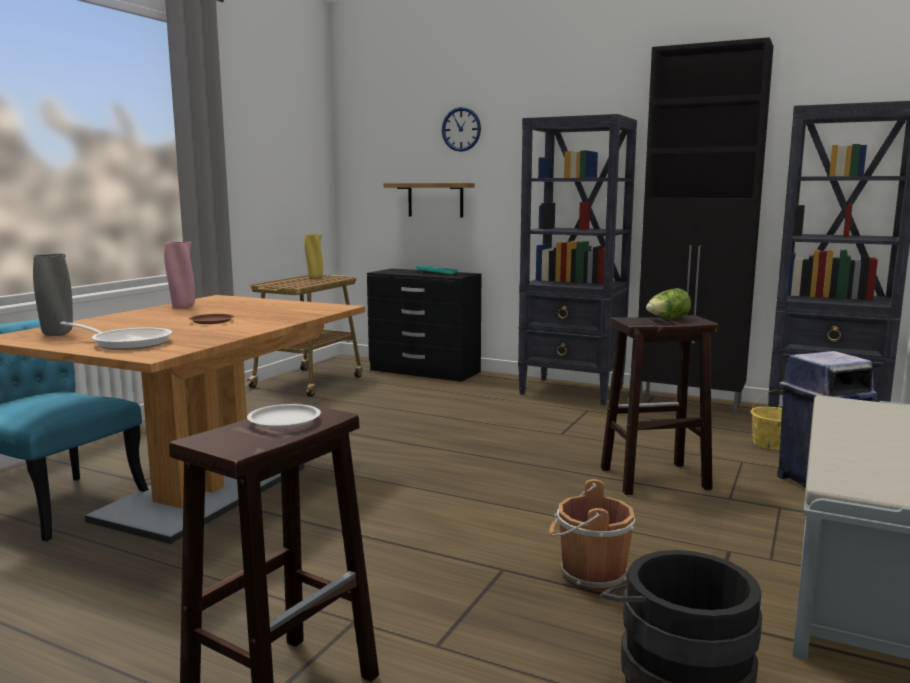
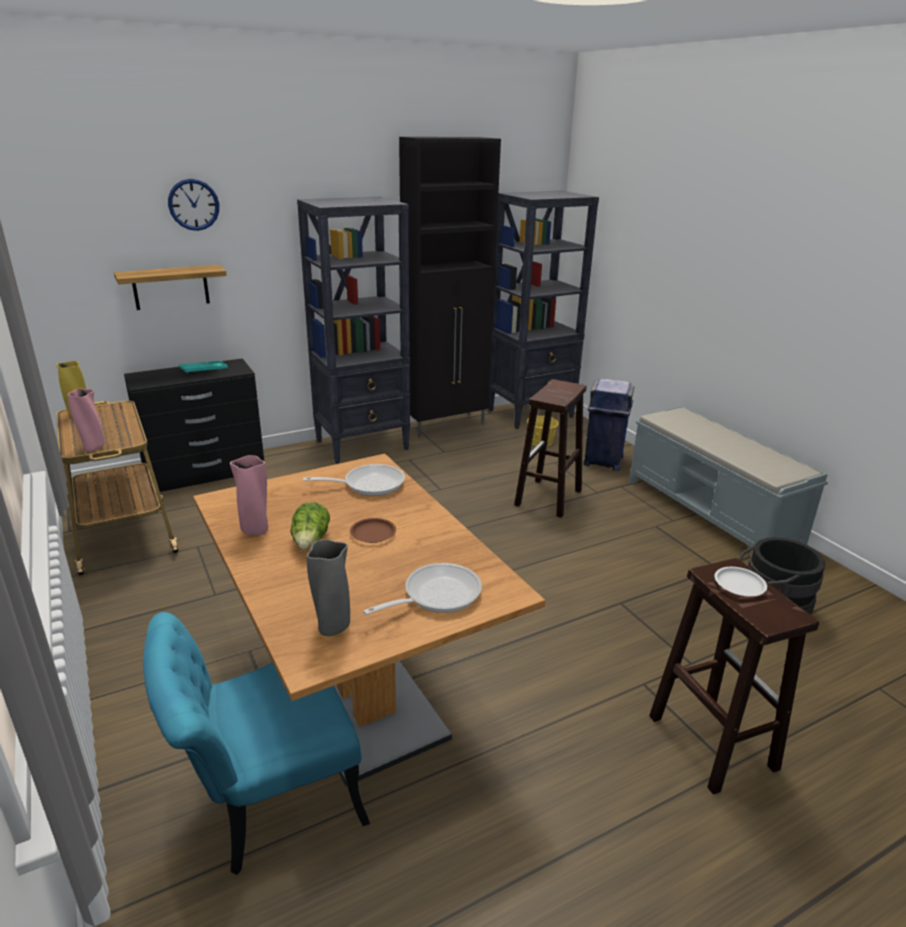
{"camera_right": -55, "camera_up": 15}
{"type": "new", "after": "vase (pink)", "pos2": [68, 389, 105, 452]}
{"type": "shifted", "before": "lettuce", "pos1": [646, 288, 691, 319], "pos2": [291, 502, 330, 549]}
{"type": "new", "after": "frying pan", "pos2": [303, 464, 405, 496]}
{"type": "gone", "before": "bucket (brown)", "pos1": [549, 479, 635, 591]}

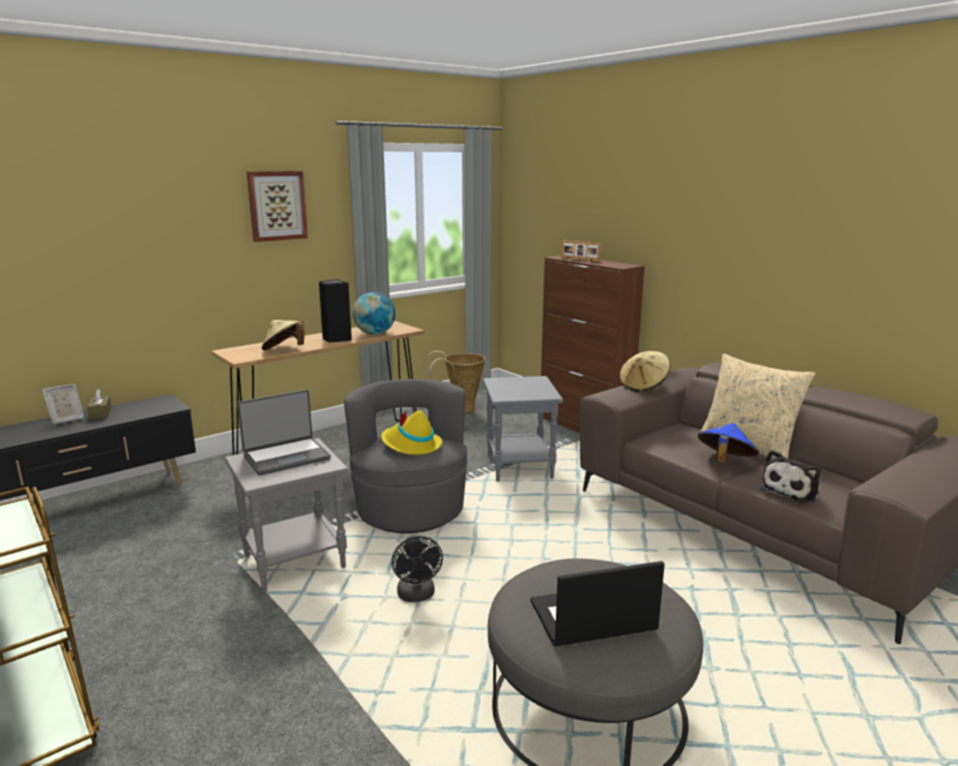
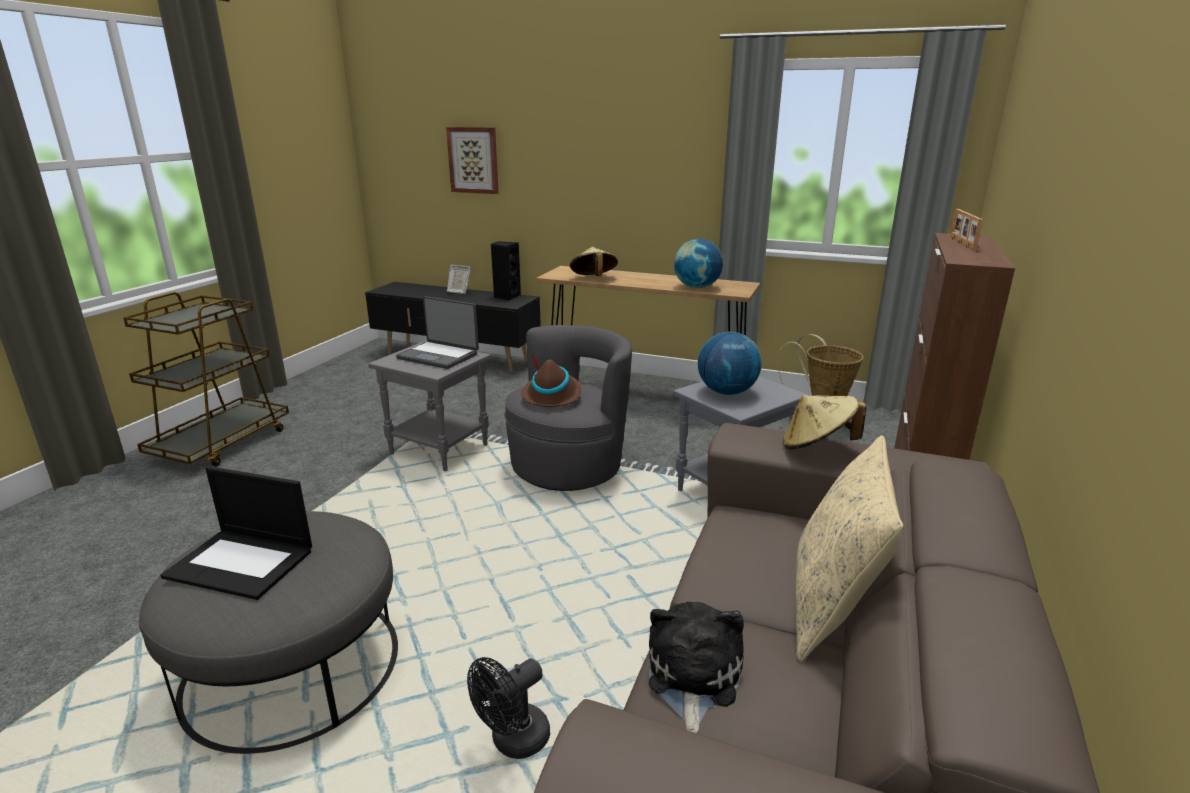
{"camera_right": 60, "camera_up": 5}
{"type": "rotated", "before": "laptop", "pos1": [531, 561, 665, 647], "pos2": [160, 466, 312, 600], "turn": 150}
{"type": "shifted", "before": "picture", "pos1": [247, 171, 308, 242], "pos2": [446, 127, 499, 194]}
{"type": "shifted", "before": "fan (black)", "pos1": [392, 536, 443, 602], "pos2": [467, 657, 550, 759]}
{"type": "shifted", "before": "speaker (black)", "pos1": [319, 279, 352, 343], "pos2": [491, 242, 521, 301]}
{"type": "repainted", "before": "hat (yellow)", "after": "hat (brown)", "pos1": [381, 410, 442, 455], "pos2": [521, 353, 581, 407]}
{"type": "rotated", "before": "plush toy", "pos1": [760, 450, 821, 503], "pos2": [649, 602, 744, 733], "turn": 90}
{"type": "new", "after": "globe", "pos2": [698, 332, 762, 395]}
{"type": "gone", "before": "tissue box (brown)", "pos1": [87, 389, 112, 420]}
{"type": "gone", "before": "hat (blue)", "pos1": [698, 423, 759, 463]}

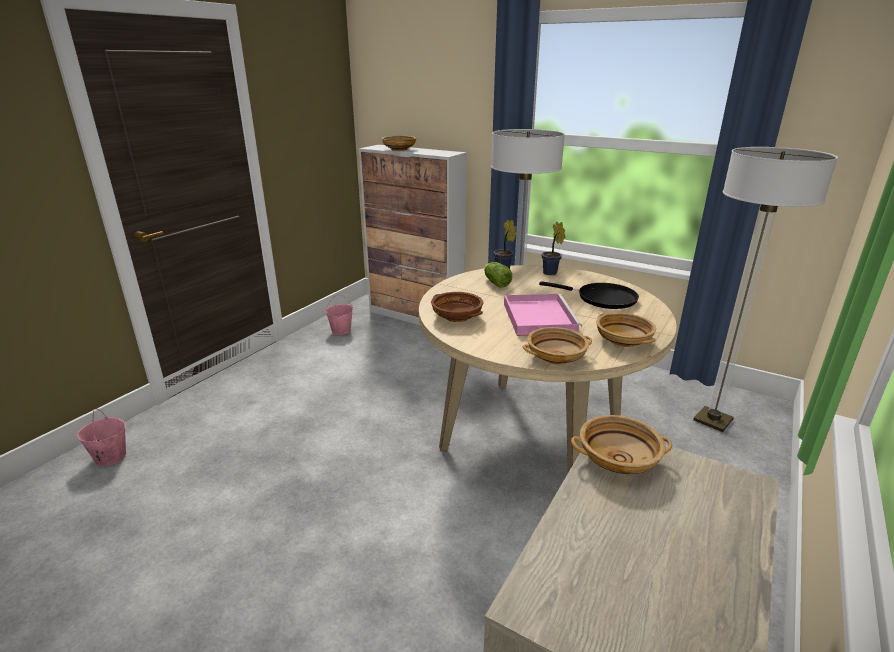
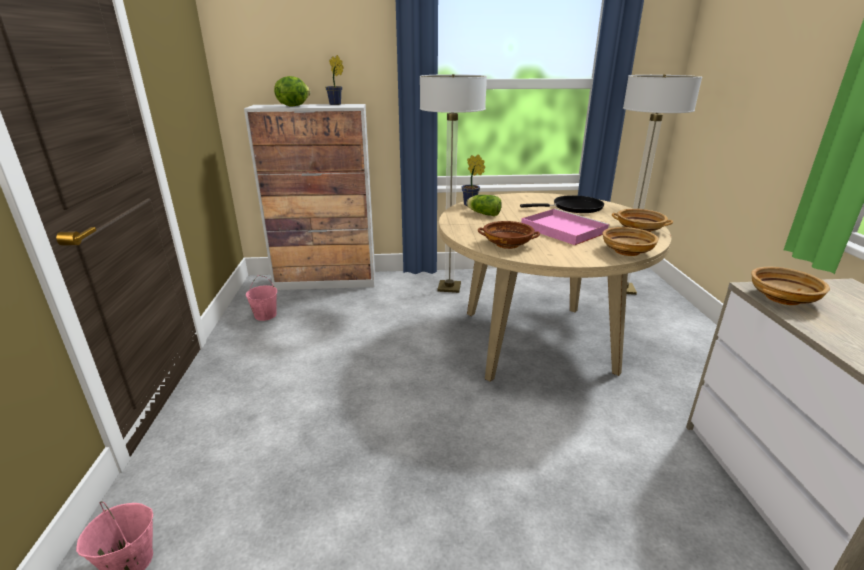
{"camera_right": -35, "camera_up": 0}
{"type": "swapped", "before": "bowl (beige)", "after": "lettuce", "pos1": [382, 136, 416, 151], "pos2": [274, 76, 311, 107]}
{"type": "shifted", "before": "potted plant", "pos1": [542, 221, 566, 275], "pos2": [325, 55, 344, 105]}

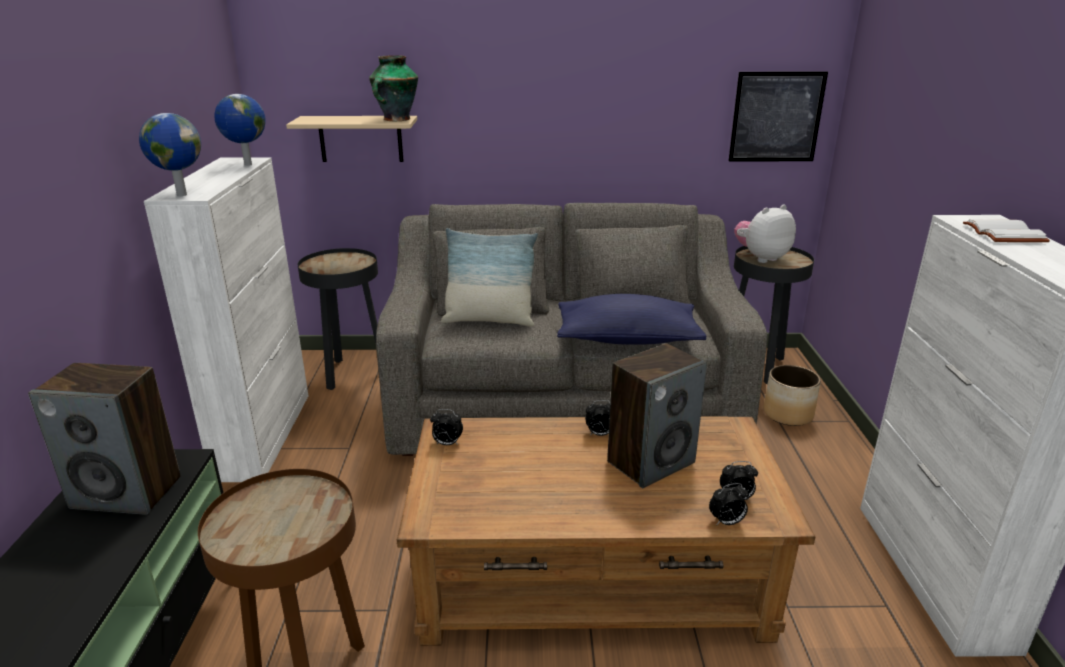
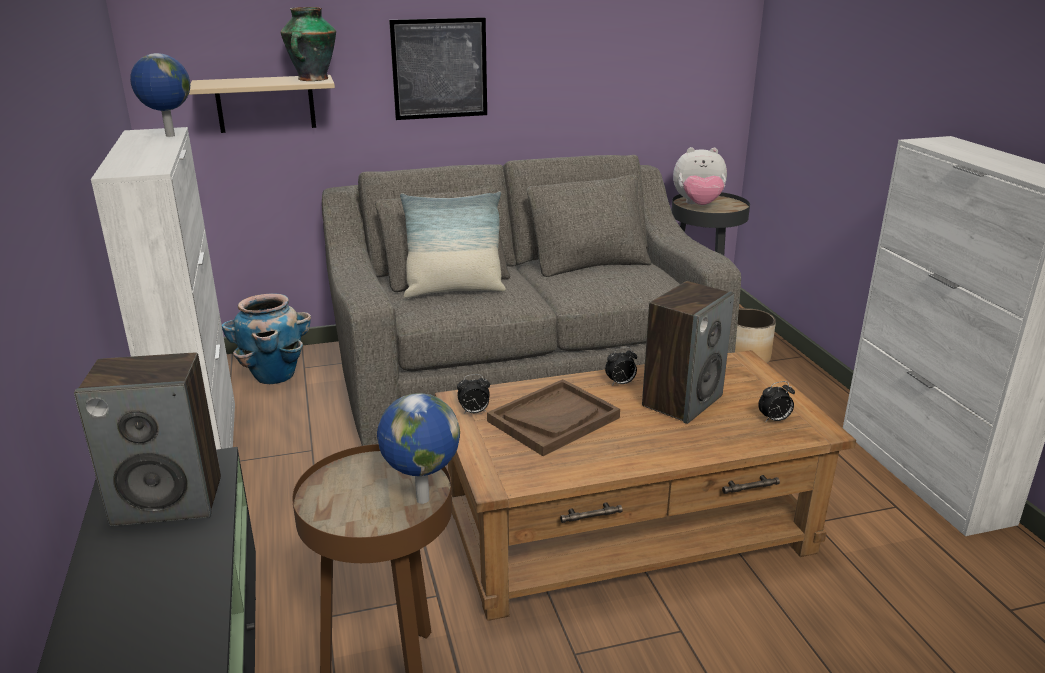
{"camera_right": -15, "camera_up": 0}
{"type": "swapped", "before": "side table (black)", "after": "planter", "pos1": [298, 248, 378, 390], "pos2": [222, 293, 311, 384]}
{"type": "shifted", "before": "globe", "pos1": [139, 113, 201, 196], "pos2": [377, 393, 460, 504]}
{"type": "shifted", "before": "picture", "pos1": [729, 72, 828, 161], "pos2": [389, 17, 487, 120]}
{"type": "new", "after": "tray (brown)", "pos2": [487, 379, 620, 456]}
{"type": "rotated", "before": "plush toy", "pos1": [734, 205, 796, 263], "pos2": [673, 147, 727, 205], "turn": -135}
{"type": "gone", "before": "pillow (blue)", "pos1": [557, 294, 706, 345]}
{"type": "gone", "before": "alarm clock", "pos1": [709, 483, 749, 525]}
{"type": "gone", "before": "book (white)", "pos1": [963, 220, 1050, 242]}

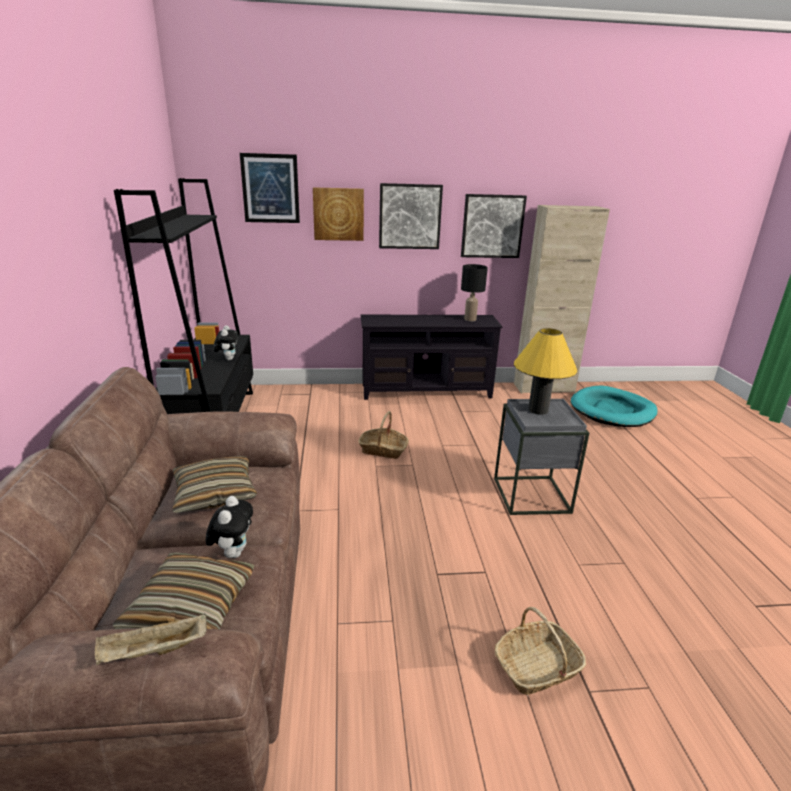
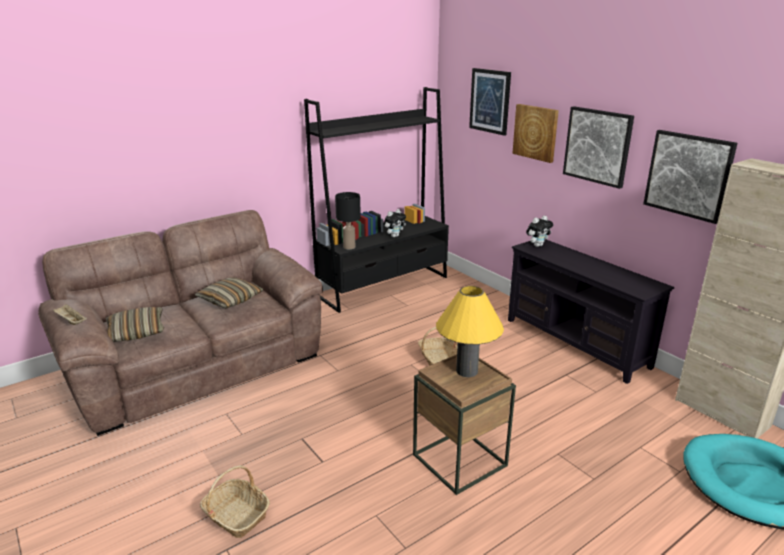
{"camera_right": 60, "camera_up": 0}
{"type": "shifted", "before": "table lamp (black)", "pos1": [461, 264, 488, 321], "pos2": [335, 192, 361, 249]}
{"type": "repainted", "before": "side table (grey)", "after": "side table (brown)", "pos1": [494, 399, 589, 515], "pos2": [413, 355, 516, 495]}
{"type": "shifted", "before": "plush toy", "pos1": [206, 496, 253, 558], "pos2": [526, 216, 553, 247]}

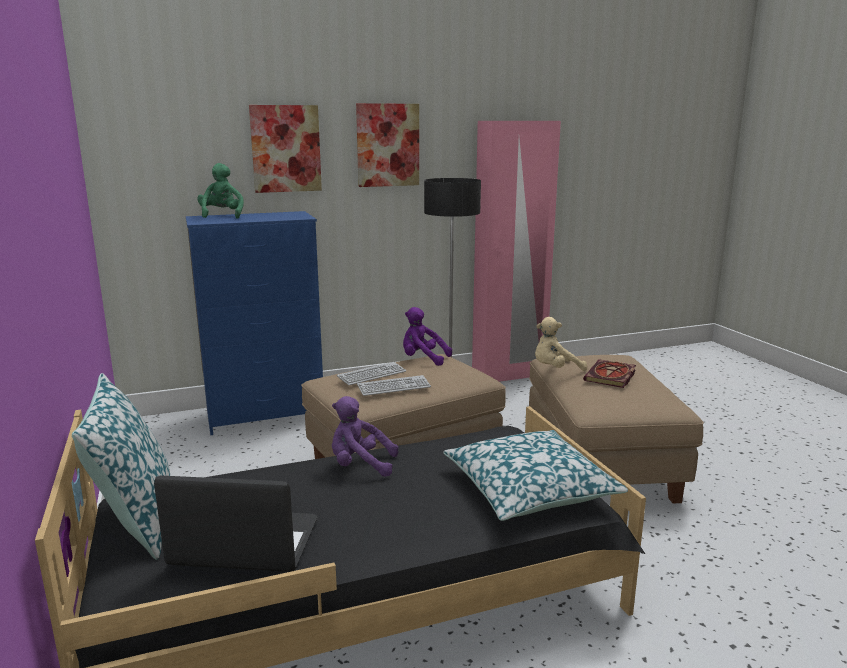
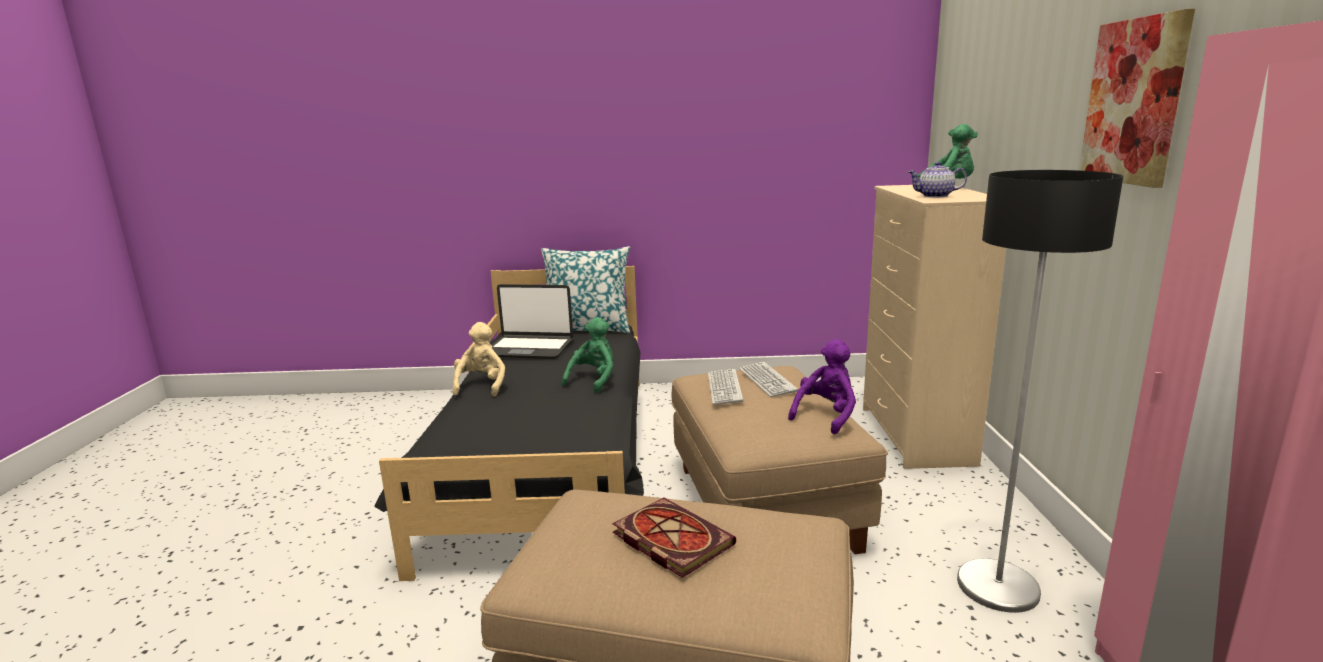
{"camera_right": 110, "camera_up": 0}
{"type": "shifted", "before": "plush toy (beige)", "pos1": [535, 317, 587, 371], "pos2": [453, 322, 505, 396]}
{"type": "rotated", "before": "laptop", "pos1": [154, 475, 317, 572], "pos2": [492, 284, 573, 359], "turn": 75}
{"type": "repainted", "before": "plush toy (purple)", "after": "plush toy (green)", "pos1": [332, 396, 399, 477], "pos2": [562, 317, 613, 393]}
{"type": "repainted", "before": "dresser (blue)", "after": "dresser (beige)", "pos1": [186, 211, 323, 435], "pos2": [863, 185, 1006, 469]}
{"type": "new", "after": "teapot", "pos2": [908, 162, 967, 197]}
{"type": "gone", "before": "picture", "pos1": [249, 105, 322, 193]}
{"type": "gone", "before": "pillow", "pos1": [443, 430, 628, 521]}

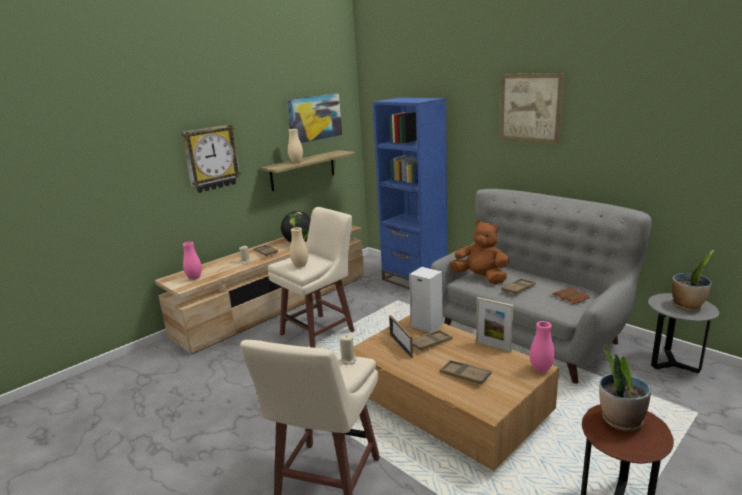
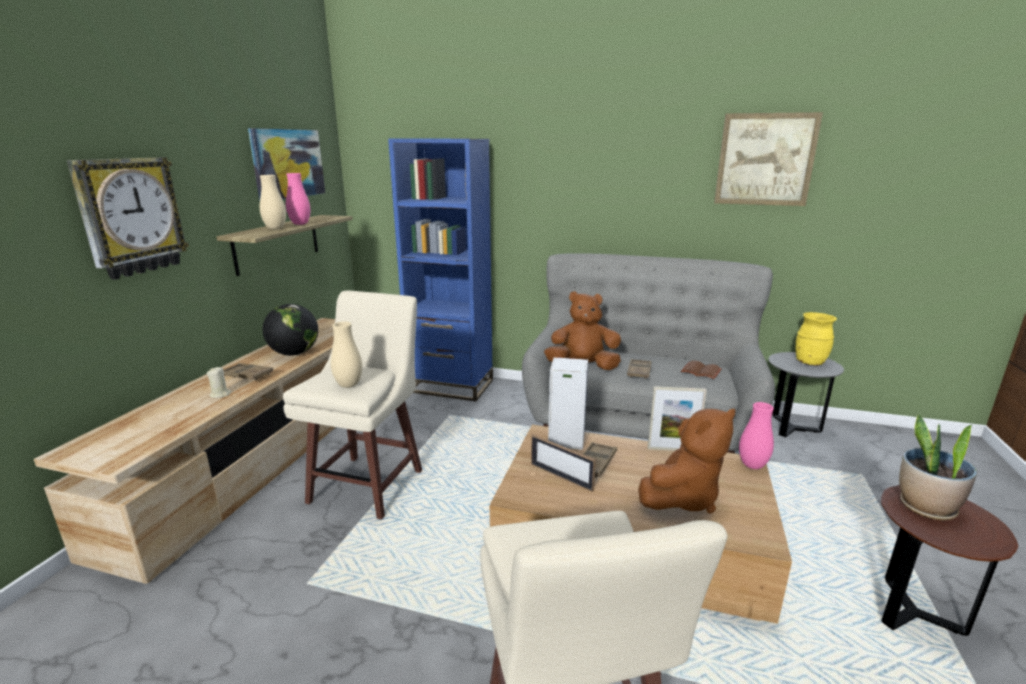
{"camera_right": -30, "camera_up": 0}
{"type": "shifted", "before": "vase (pink)", "pos1": [183, 242, 202, 280], "pos2": [286, 173, 310, 225]}
{"type": "swapped", "before": "tray (brown)", "after": "plush toy (brown)", "pos1": [440, 360, 492, 384], "pos2": [638, 408, 735, 513]}
{"type": "shifted", "before": "picture", "pos1": [500, 73, 564, 144], "pos2": [714, 112, 823, 206]}
{"type": "swapped", "before": "potted plant", "after": "vase (yellow)", "pos1": [672, 250, 714, 311], "pos2": [796, 312, 837, 366]}
{"type": "gone", "before": "candle (beige)", "pos1": [340, 335, 357, 365]}

